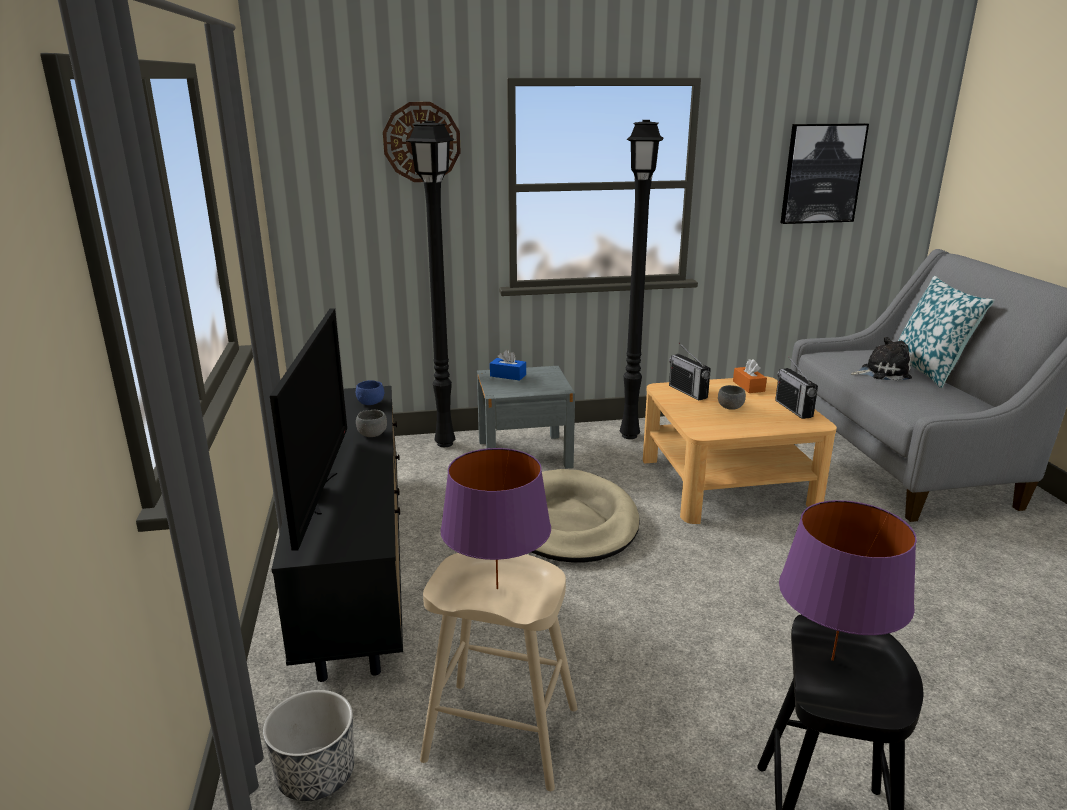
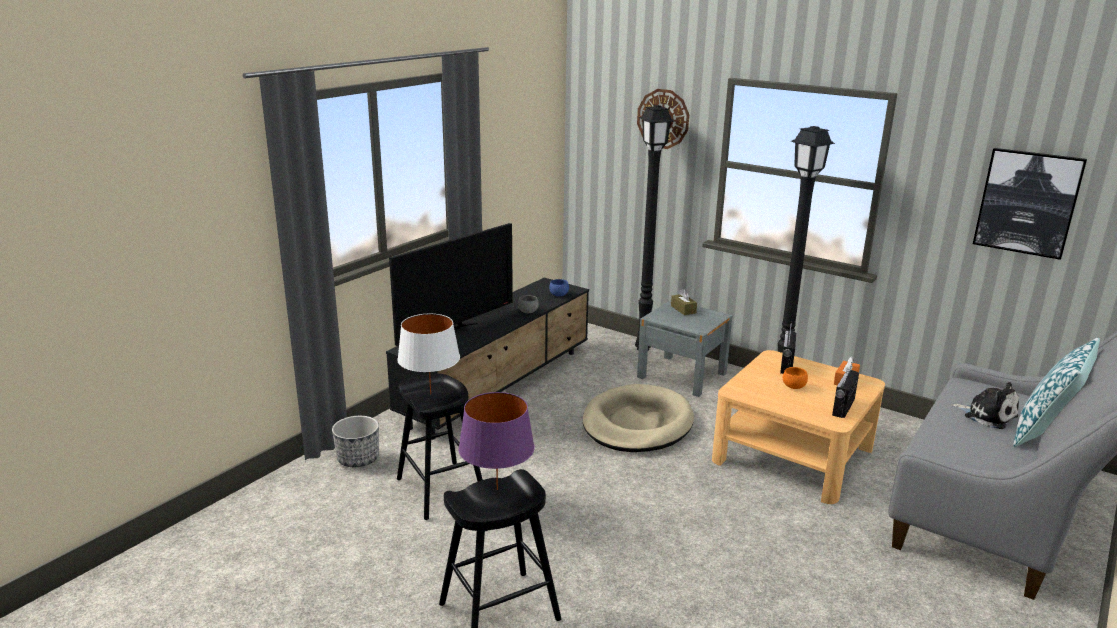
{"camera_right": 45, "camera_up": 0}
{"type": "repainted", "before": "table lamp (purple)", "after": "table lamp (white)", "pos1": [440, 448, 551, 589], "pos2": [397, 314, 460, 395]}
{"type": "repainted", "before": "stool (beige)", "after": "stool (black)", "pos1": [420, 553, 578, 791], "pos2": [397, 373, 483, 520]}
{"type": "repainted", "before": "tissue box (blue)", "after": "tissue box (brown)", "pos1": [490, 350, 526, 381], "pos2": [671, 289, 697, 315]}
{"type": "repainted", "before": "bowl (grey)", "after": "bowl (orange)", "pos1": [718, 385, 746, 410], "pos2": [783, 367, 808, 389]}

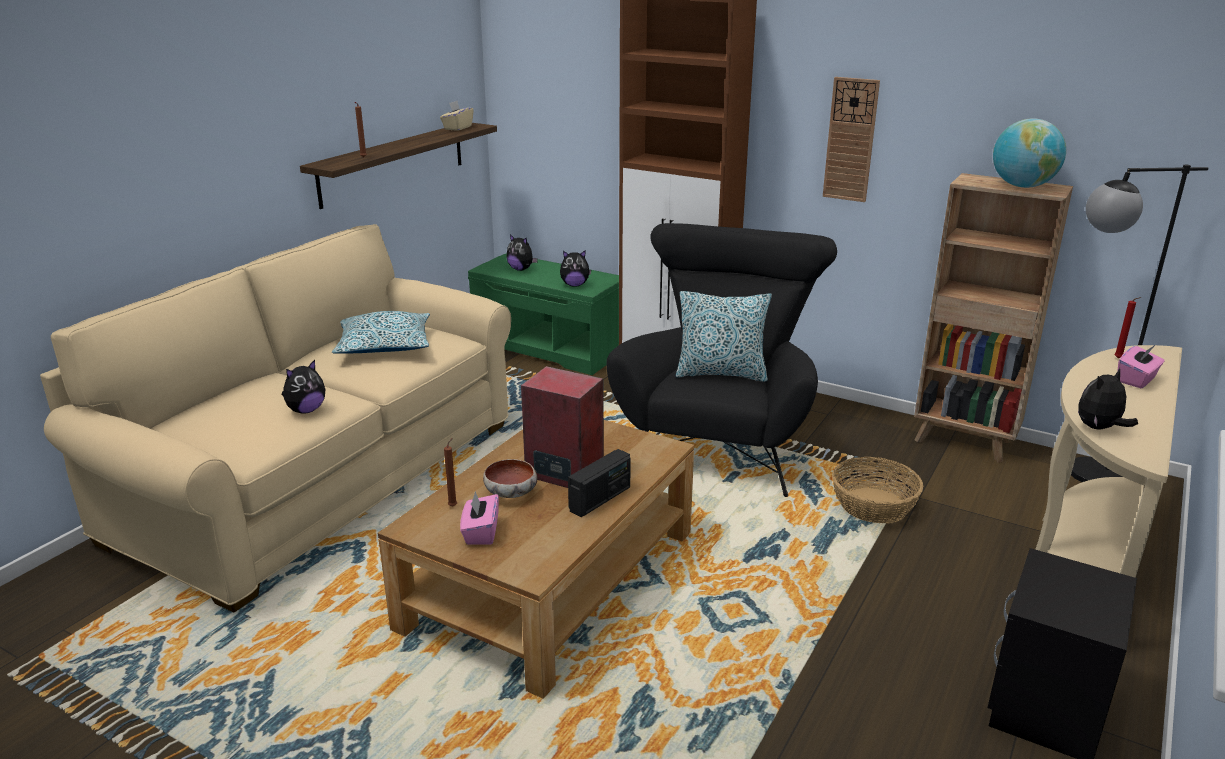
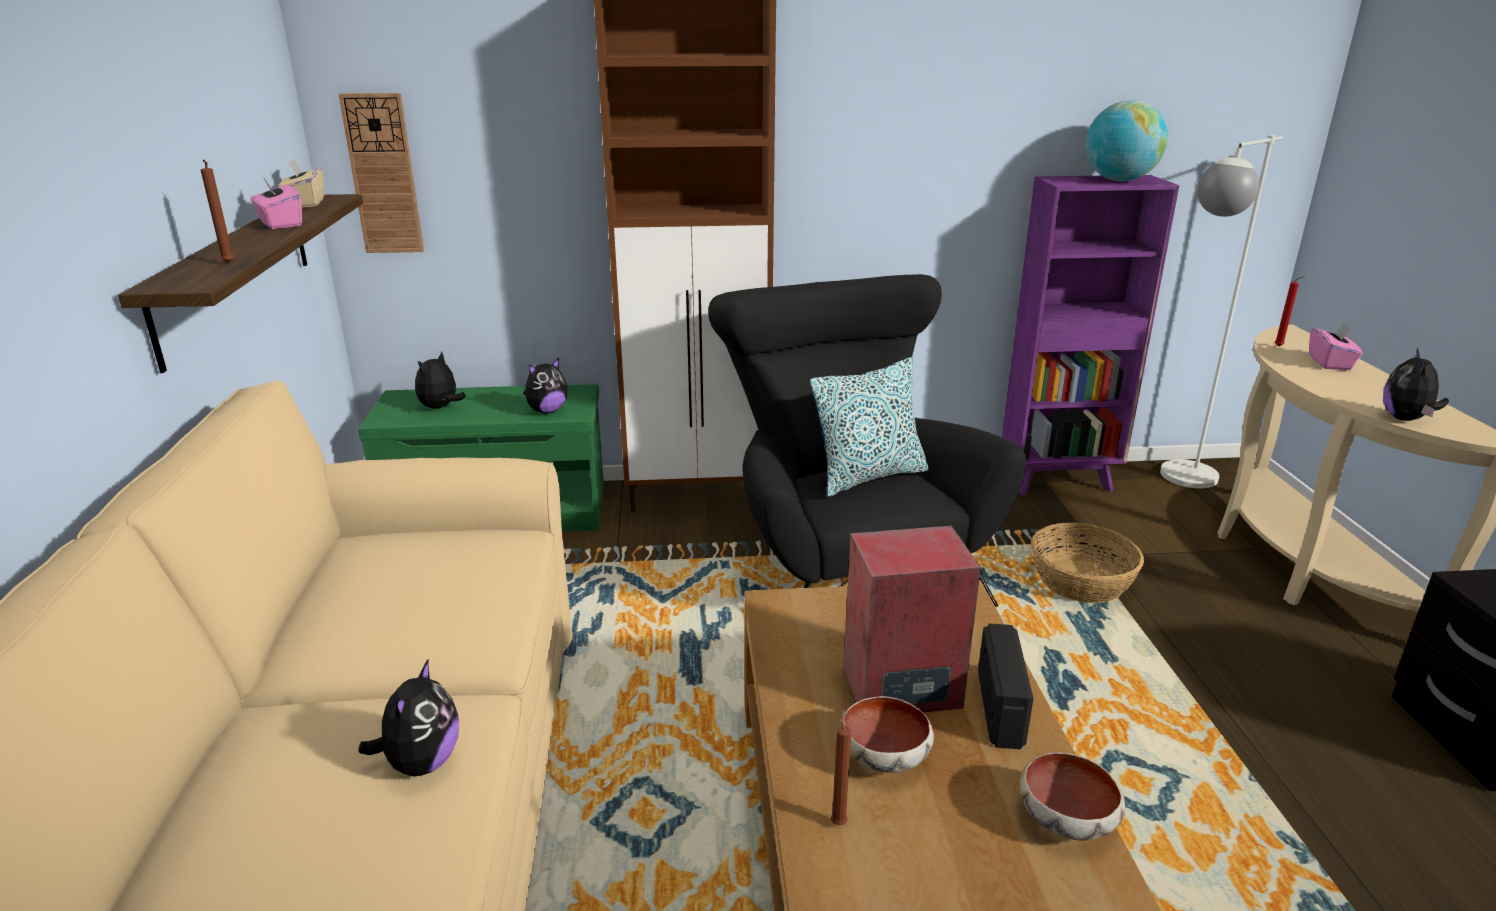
{"camera_right": -35, "camera_up": 0}
{"type": "shifted", "before": "tissue box (pink)", "pos1": [460, 491, 499, 545], "pos2": [250, 177, 302, 229]}
{"type": "shifted", "before": "wall clock", "pos1": [823, 77, 880, 202], "pos2": [339, 93, 424, 253]}
{"type": "rotated", "before": "plush toy", "pos1": [506, 234, 538, 271], "pos2": [415, 352, 466, 409], "turn": 120}
{"type": "repainted", "before": "bookcase (brown)", "after": "bookcase (purple)", "pos1": [914, 173, 1073, 463], "pos2": [1002, 175, 1179, 495]}
{"type": "new", "after": "bowl", "pos2": [1020, 752, 1125, 841]}
{"type": "repainted", "before": "floor lamp (black)", "after": "floor lamp (white)", "pos1": [1071, 165, 1208, 482], "pos2": [1160, 135, 1283, 488]}
{"type": "gone", "before": "pillow", "pos1": [332, 311, 430, 354]}

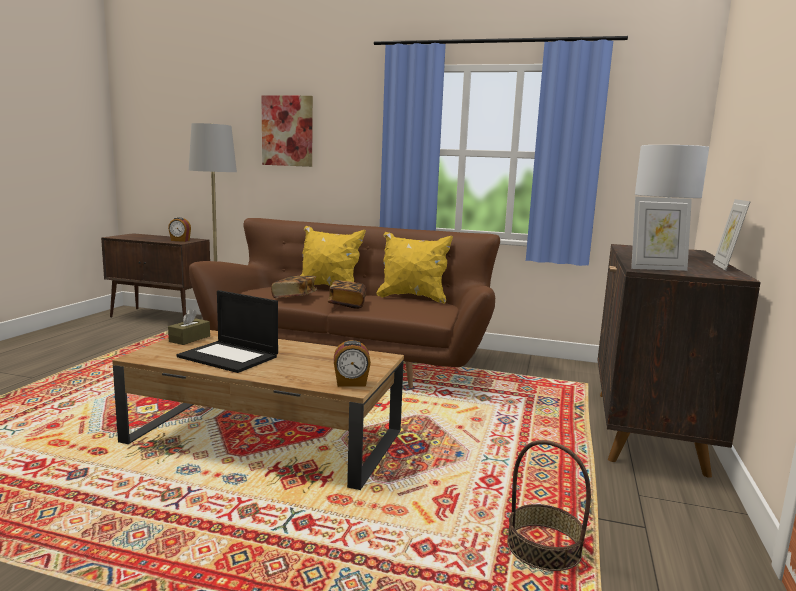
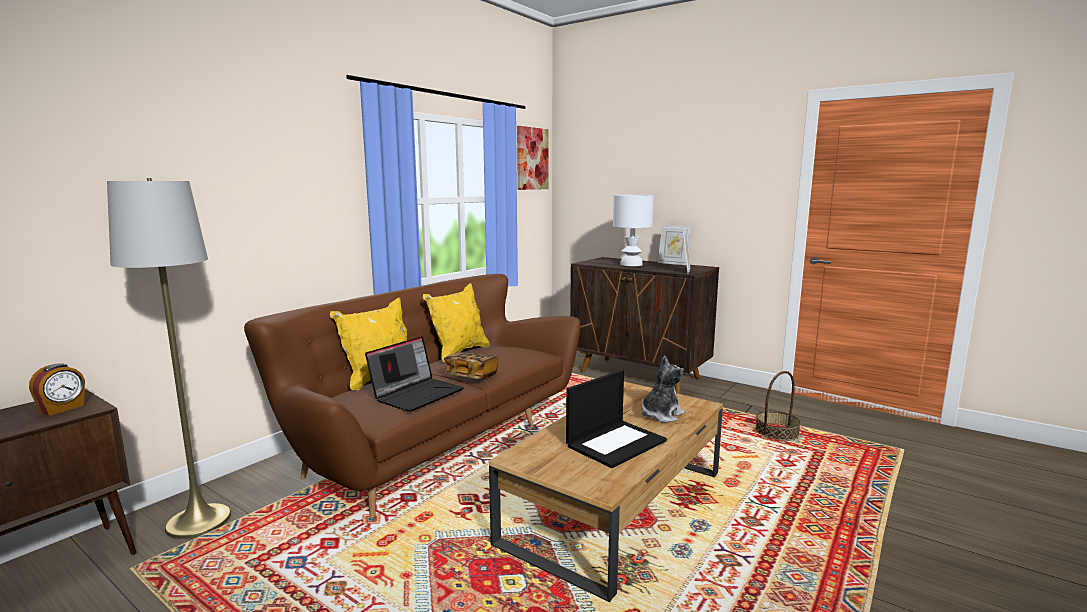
{"camera_right": -70, "camera_up": 0}
{"type": "swapped", "before": "book", "after": "laptop", "pos1": [271, 276, 317, 298], "pos2": [365, 336, 464, 412]}
{"type": "shifted", "before": "picture", "pos1": [261, 95, 313, 167], "pos2": [517, 126, 549, 190]}
{"type": "new", "after": "plush toy", "pos2": [641, 355, 684, 423]}
{"type": "gone", "before": "tissue box (brown)", "pos1": [168, 309, 210, 345]}
{"type": "gone", "before": "alarm clock", "pos1": [334, 340, 371, 387]}

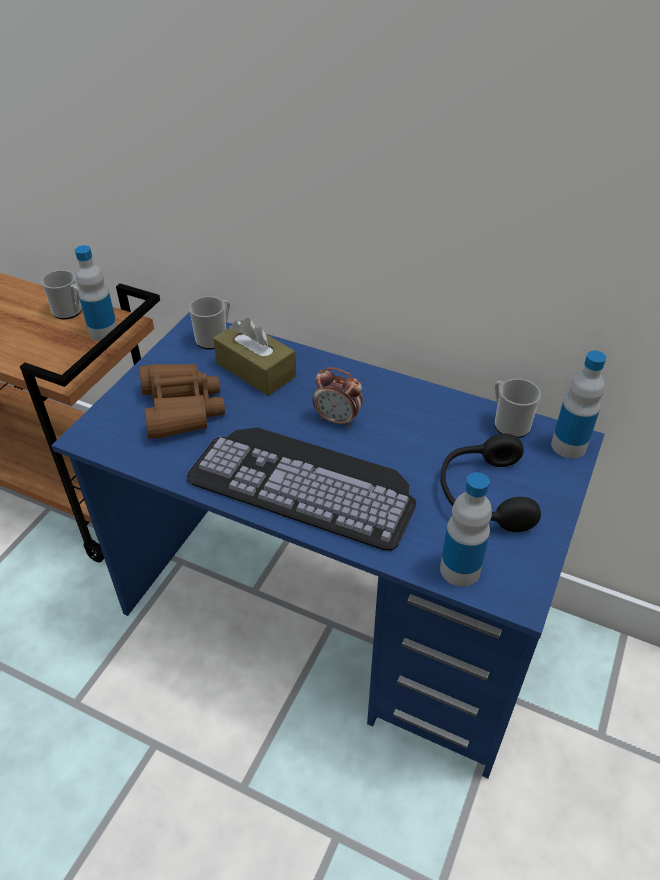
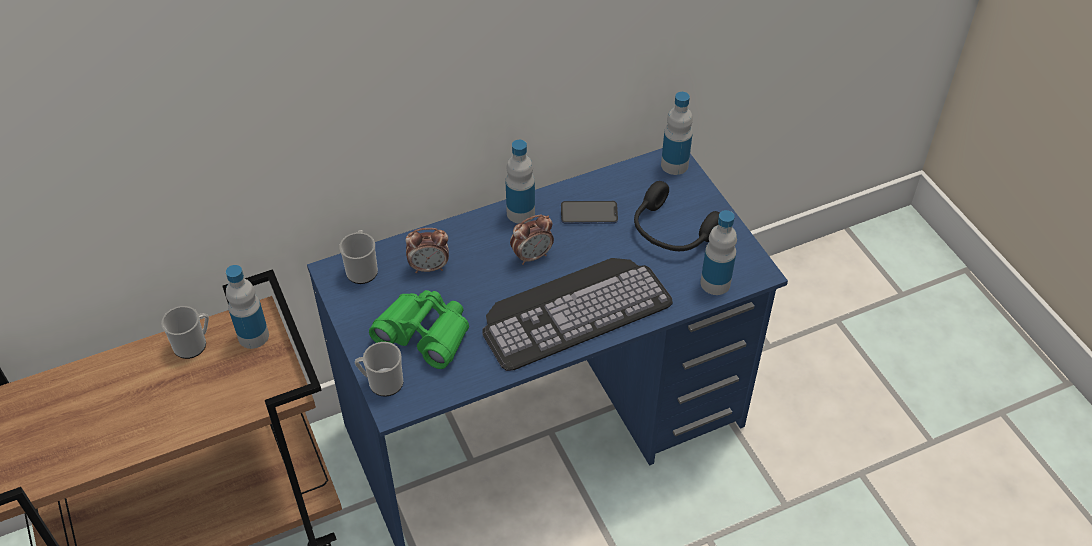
{"camera_right": -50, "camera_up": 5}
{"type": "shifted", "before": "mug", "pos1": [495, 379, 541, 438], "pos2": [355, 342, 403, 397]}
{"type": "repainted", "before": "binoculars (brown)", "after": "binoculars (green)", "pos1": [139, 364, 225, 439], "pos2": [369, 290, 469, 369]}
{"type": "swapped", "before": "tissue box (brown)", "after": "alarm clock", "pos1": [213, 318, 296, 396], "pos2": [406, 228, 449, 273]}
{"type": "new", "after": "bottle", "pos2": [506, 140, 535, 224]}
{"type": "new", "after": "phone", "pos2": [561, 201, 618, 224]}

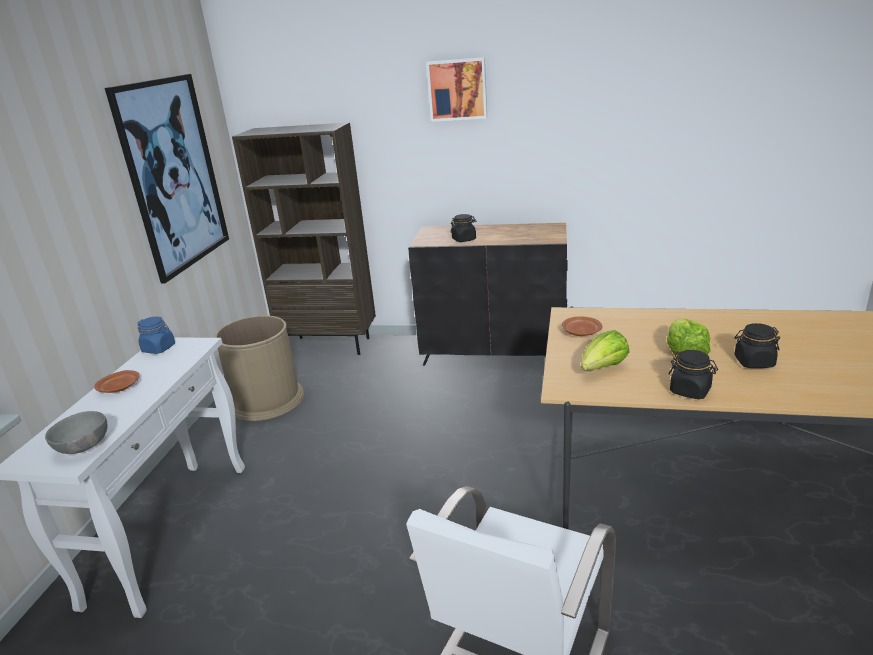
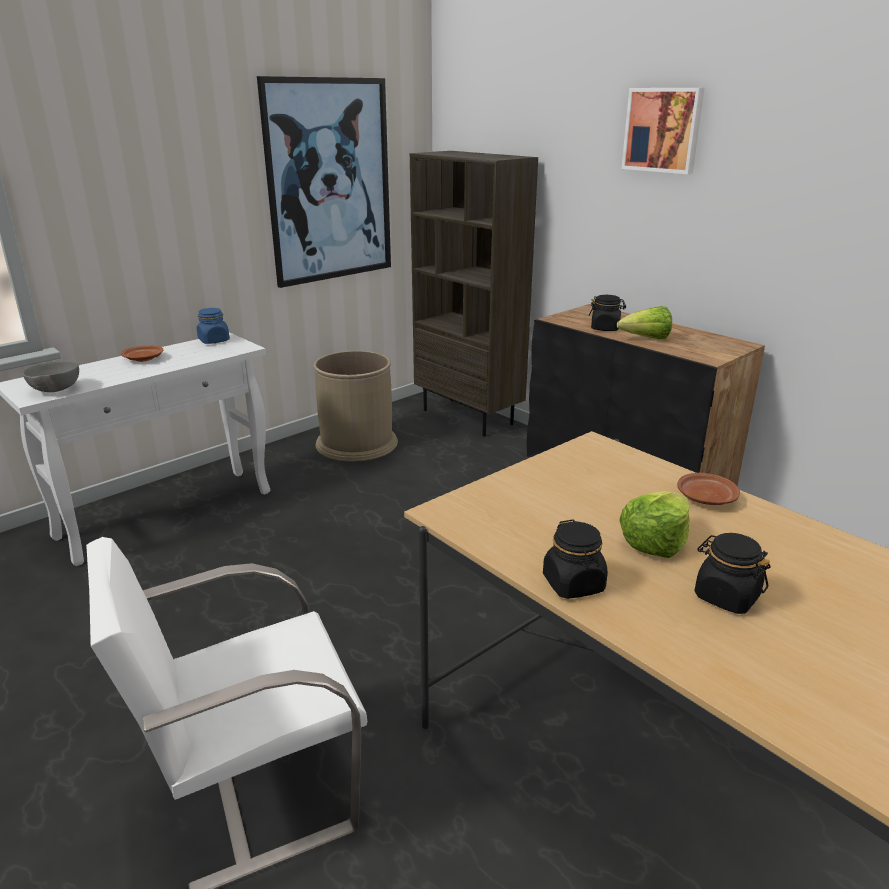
{"camera_right": 35, "camera_up": 0}
{"type": "shifted", "before": "lettuce", "pos1": [582, 330, 629, 371], "pos2": [617, 306, 672, 339]}
{"type": "shifted", "before": "plate (brown)", "pos1": [562, 316, 602, 336], "pos2": [677, 473, 740, 505]}

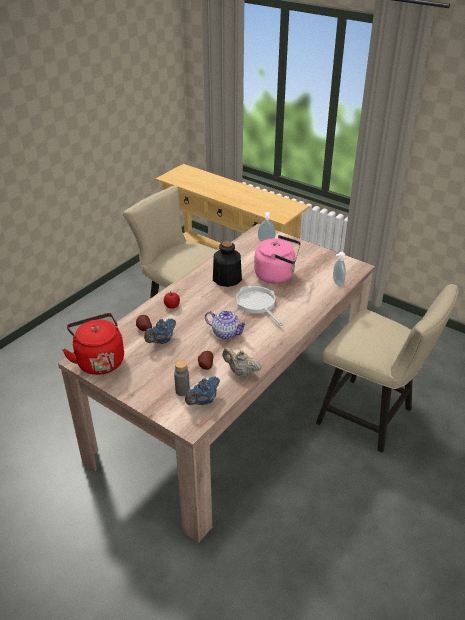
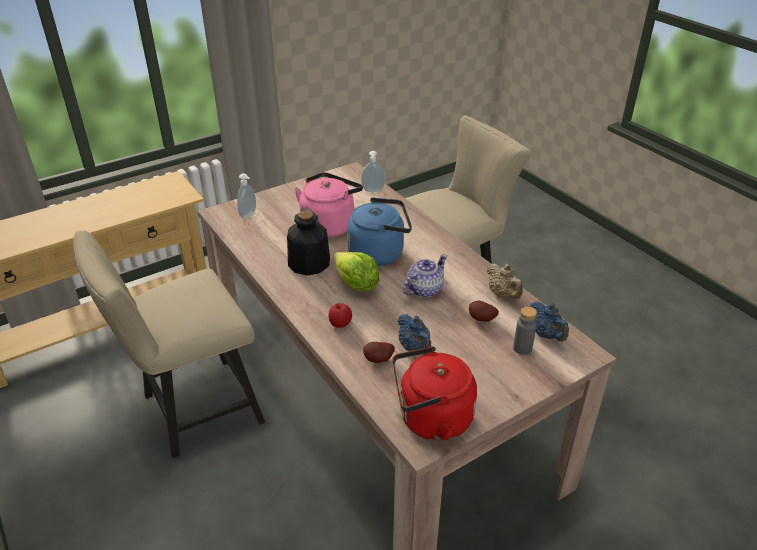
{"camera_right": -70, "camera_up": 0}
{"type": "new", "after": "lettuce", "pos2": [334, 252, 380, 291]}
{"type": "swapped", "before": "frying pan", "after": "kettle (blue)", "pos1": [236, 285, 283, 326], "pos2": [347, 197, 412, 266]}
{"type": "rotated", "before": "teapot (beige)", "pos1": [222, 347, 261, 377], "pos2": [487, 264, 523, 299], "turn": -75}

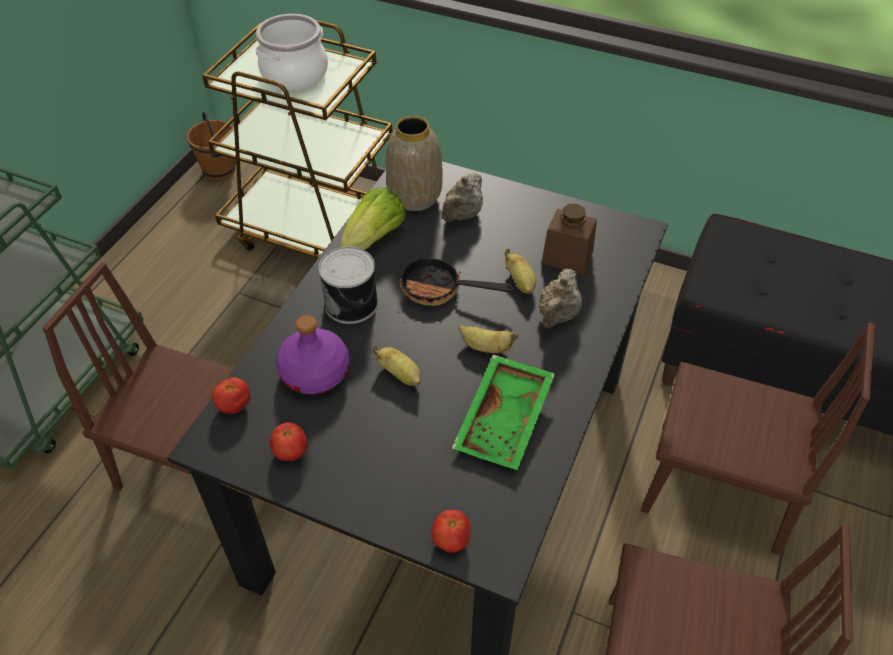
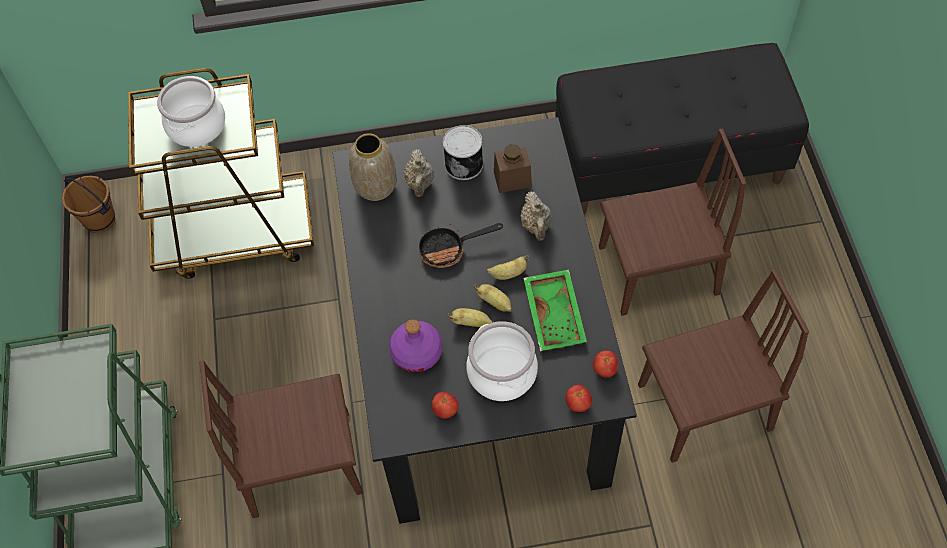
{"camera_right": -30, "camera_up": 10}
{"type": "shifted", "before": "can", "pos1": [319, 246, 378, 324], "pos2": [443, 125, 483, 180]}
{"type": "new", "after": "cooking pot", "pos2": [466, 321, 538, 401]}
{"type": "shifted", "before": "banana", "pos1": [505, 249, 536, 294], "pos2": [474, 284, 512, 312]}
{"type": "shifted", "before": "tomato", "pos1": [212, 377, 250, 414], "pos2": [593, 351, 618, 378]}
{"type": "gone", "before": "lettuce", "pos1": [340, 187, 406, 250]}

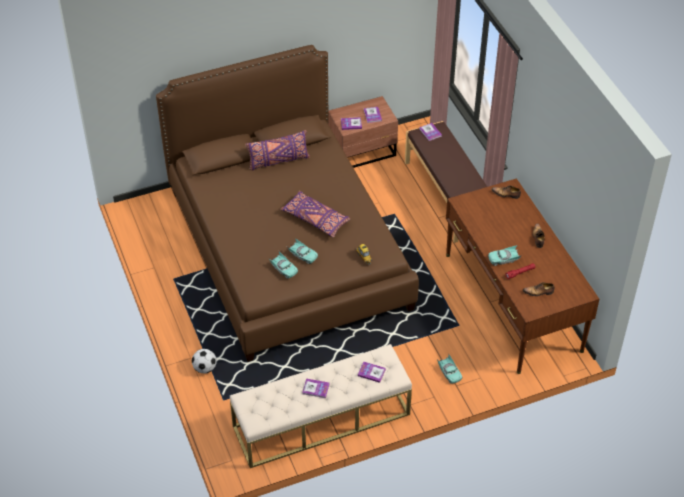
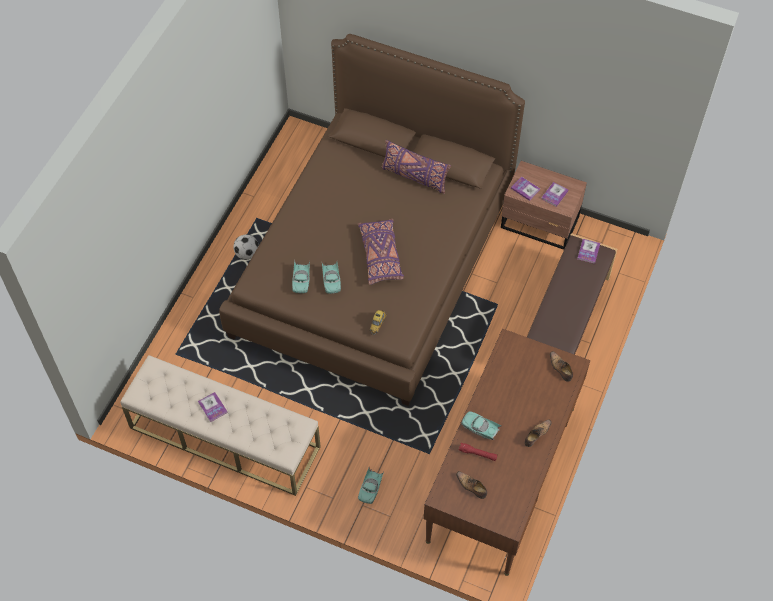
{"camera_right": 45, "camera_up": 10}
{"type": "shifted", "before": "football", "pos1": [192, 349, 217, 373], "pos2": [233, 234, 259, 260]}
{"type": "gone", "before": "book", "pos1": [358, 362, 386, 383]}

